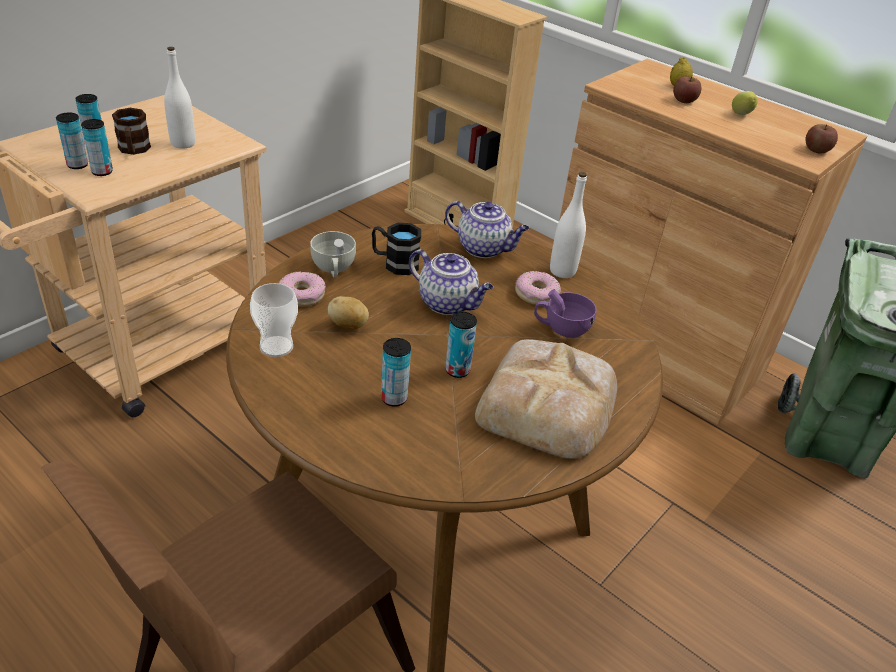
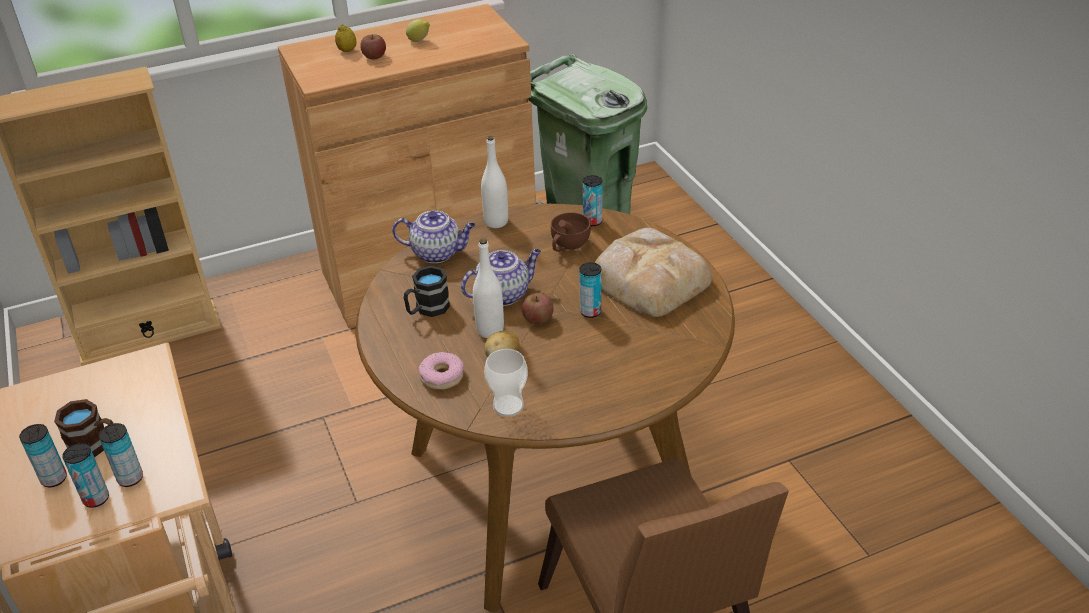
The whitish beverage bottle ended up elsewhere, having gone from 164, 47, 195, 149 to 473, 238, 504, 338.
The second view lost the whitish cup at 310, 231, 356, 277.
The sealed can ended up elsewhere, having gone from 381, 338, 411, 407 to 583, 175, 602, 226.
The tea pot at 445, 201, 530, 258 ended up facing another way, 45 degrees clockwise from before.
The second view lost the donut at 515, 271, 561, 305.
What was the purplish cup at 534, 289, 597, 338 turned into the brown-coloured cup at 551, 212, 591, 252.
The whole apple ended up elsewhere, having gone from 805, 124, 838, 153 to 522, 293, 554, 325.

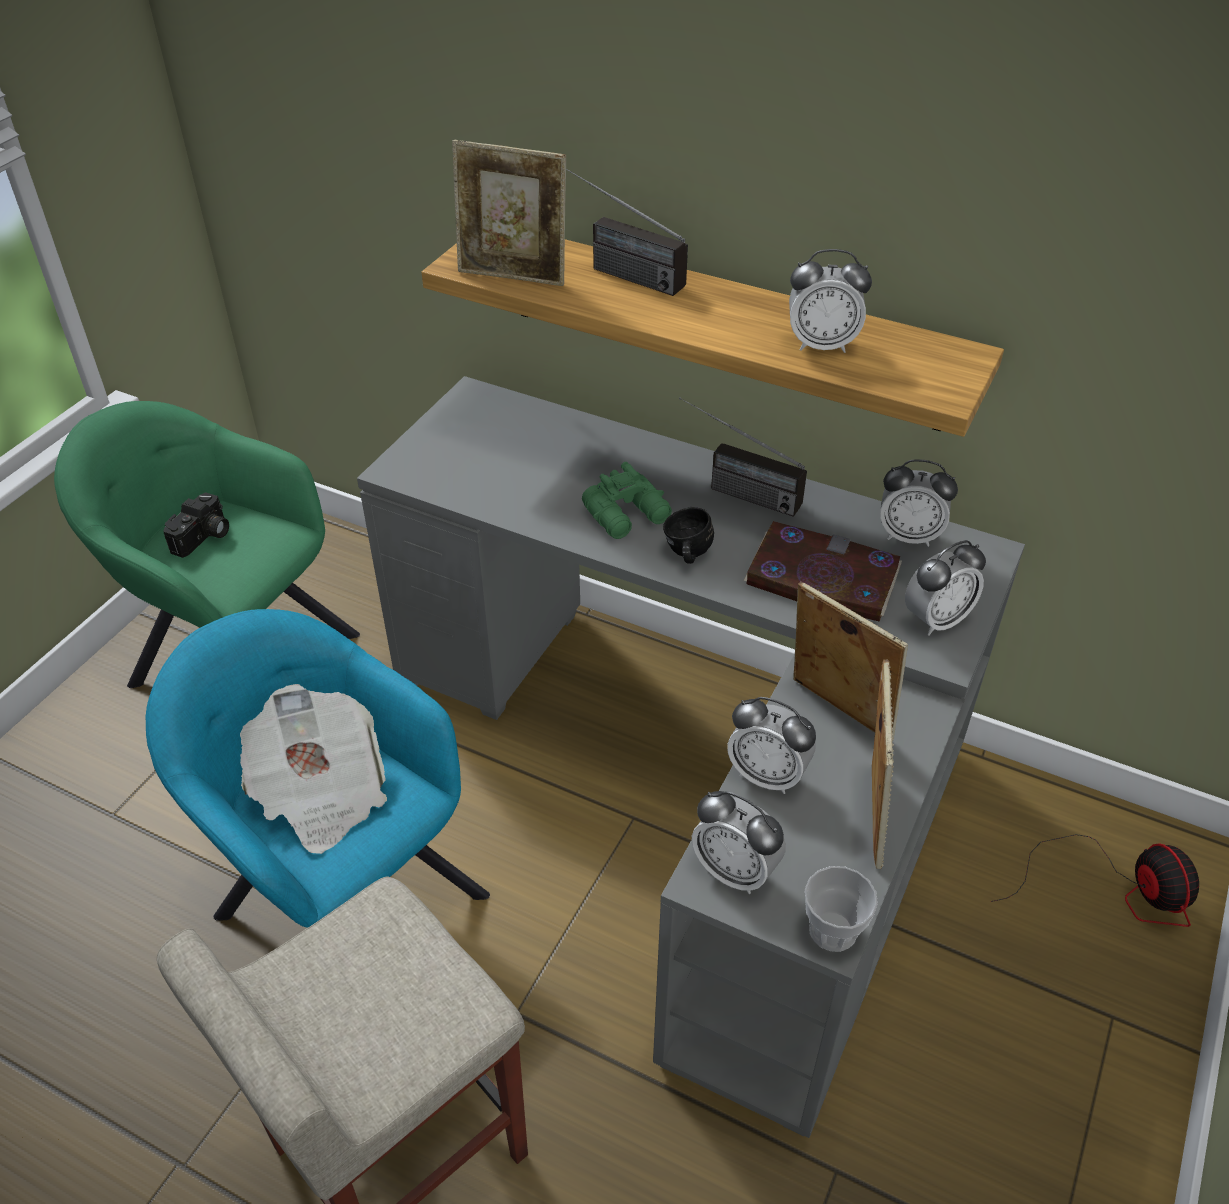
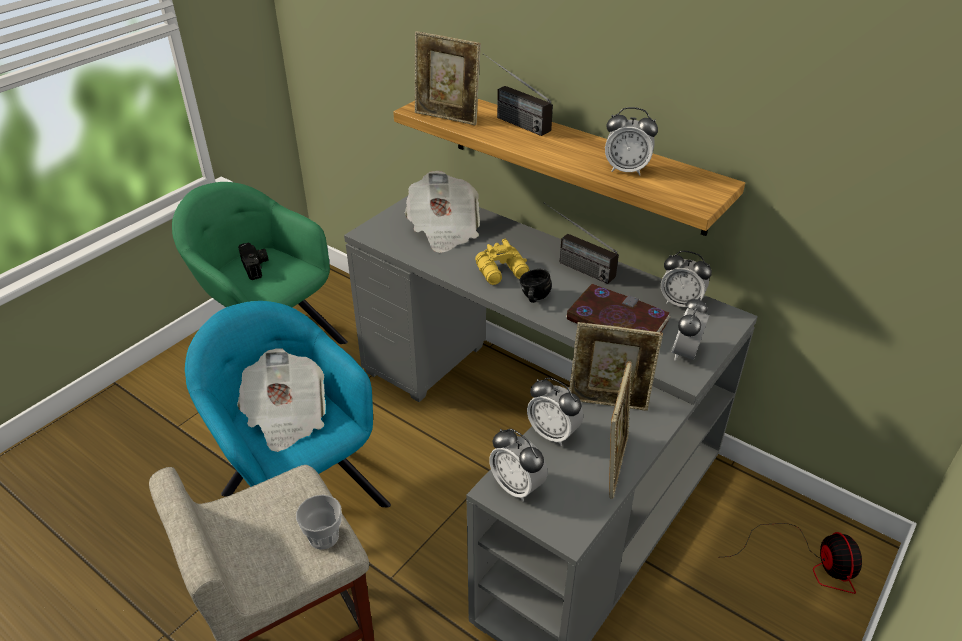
The still camera at 163, 492, 229, 558 ended up facing another way, 60 degrees counterclockwise from before.
What was the green-coloured binoculars at 582, 462, 672, 539 turned into the yellowish binoculars at 475, 239, 529, 285.
The photo frame at 793, 582, 908, 741 ended up facing another way, 135 degrees clockwise from before.
The cup ended up elsewhere, having gone from 805, 866, 878, 952 to 296, 495, 342, 550.
The table clock at 905, 540, 986, 636 ended up facing another way, 135 degrees clockwise from before.
The second view gained the newspaper at 405, 171, 480, 253.

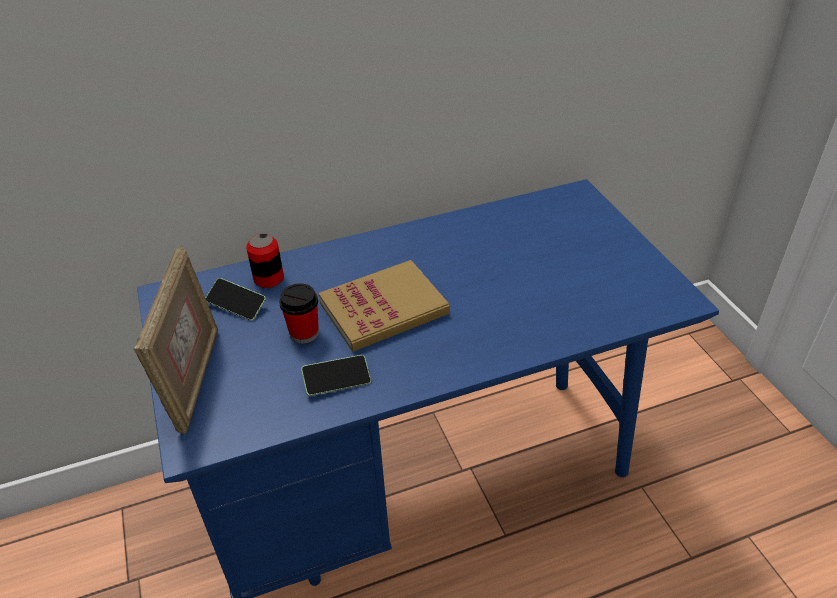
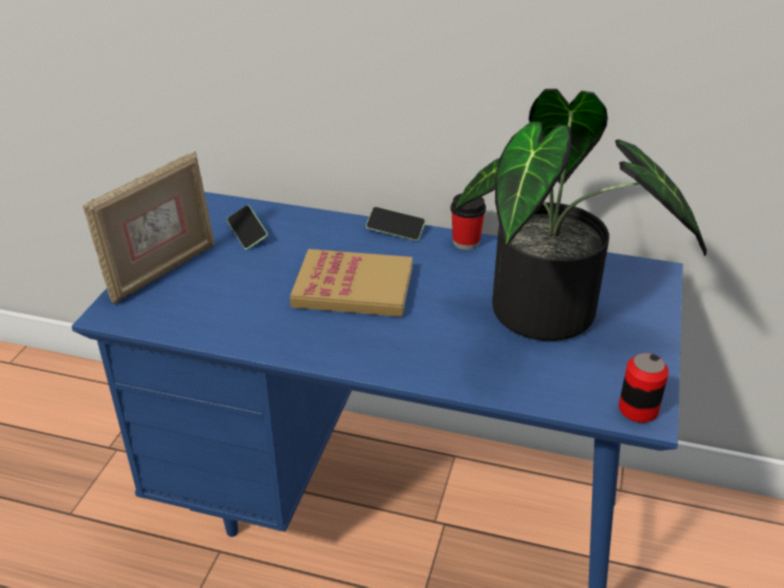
The sealed can ended up elsewhere, having gone from 246, 234, 284, 288 to 619, 353, 669, 423.
The cup ended up elsewhere, having gone from 279, 283, 319, 344 to 451, 193, 486, 250.
The telephone ended up elsewhere, having gone from 301, 355, 371, 396 to 366, 206, 426, 241.
The second view gained the potted plant at 454, 89, 707, 341.

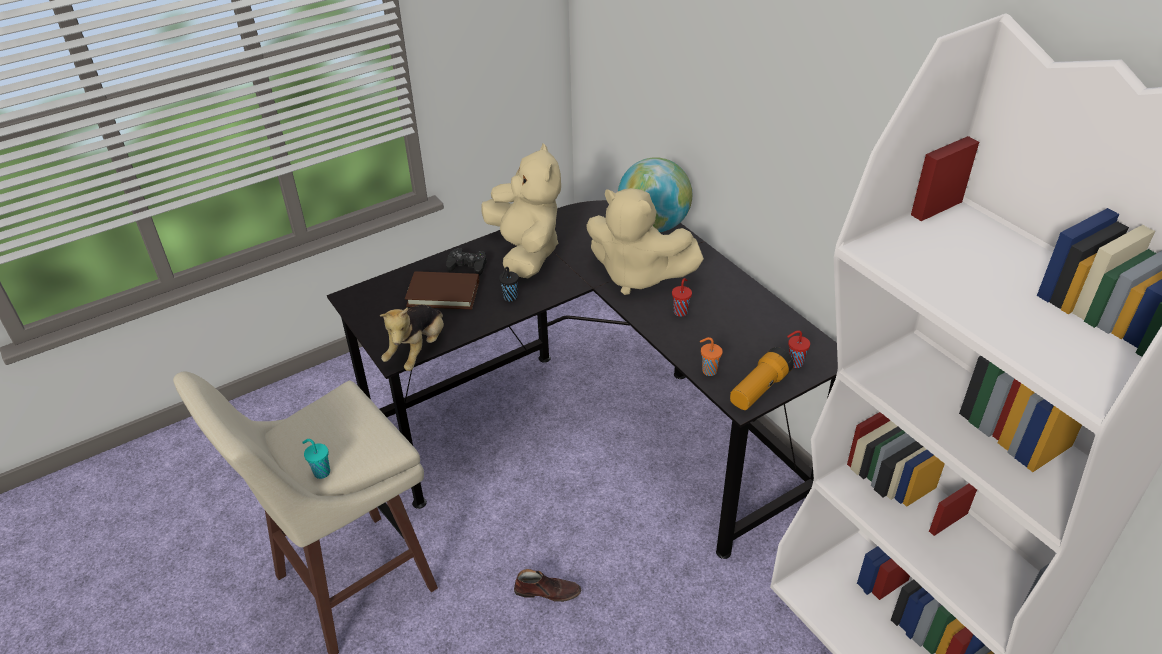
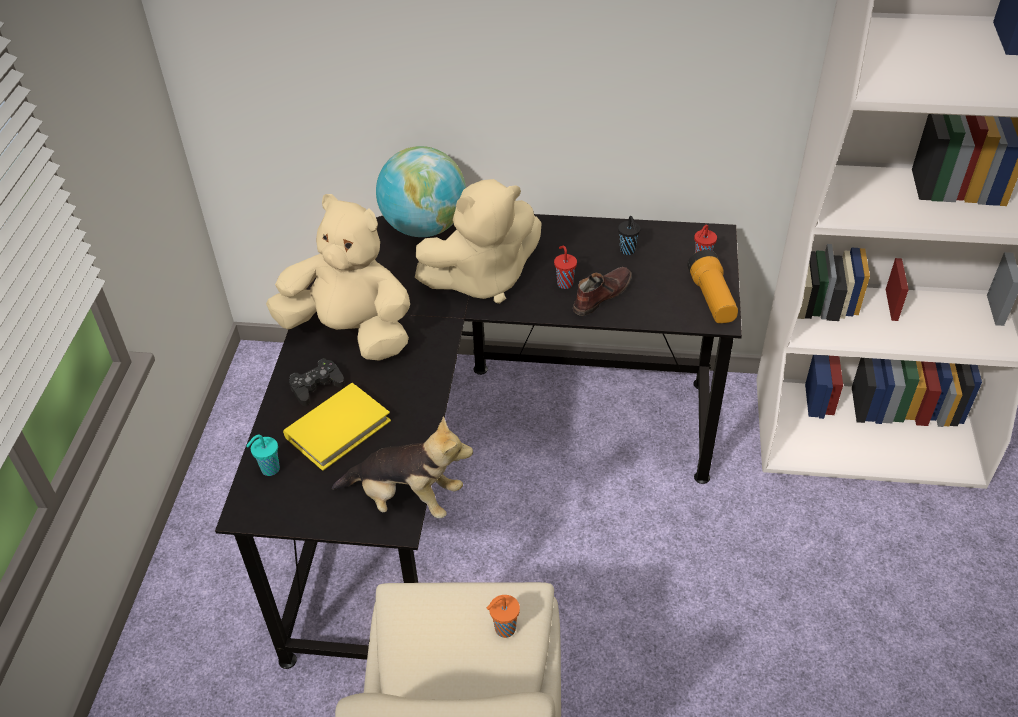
The blue-green cup ended up elsewhere, having gone from 302, 439, 330, 479 to 246, 435, 280, 476.
The cuddly toy at 380, 305, 444, 371 ended up facing another way, 45 degrees counterclockwise from before.
What was the brown-coloured bound book at 405, 271, 479, 309 turned into the yellowish bound book at 283, 383, 391, 471.
The black-coloured cup ended up elsewhere, having gone from 499, 267, 519, 301 to 618, 216, 640, 255.
The brown-coloured item of footwear ended up elsewhere, having gone from 514, 569, 581, 602 to 573, 267, 632, 316.
The orange cup ended up elsewhere, having gone from 700, 337, 723, 376 to 487, 595, 520, 638.

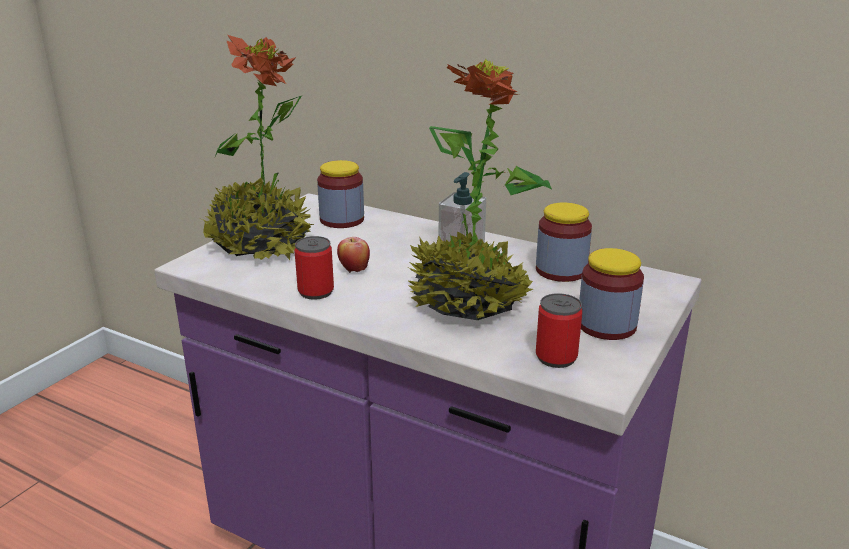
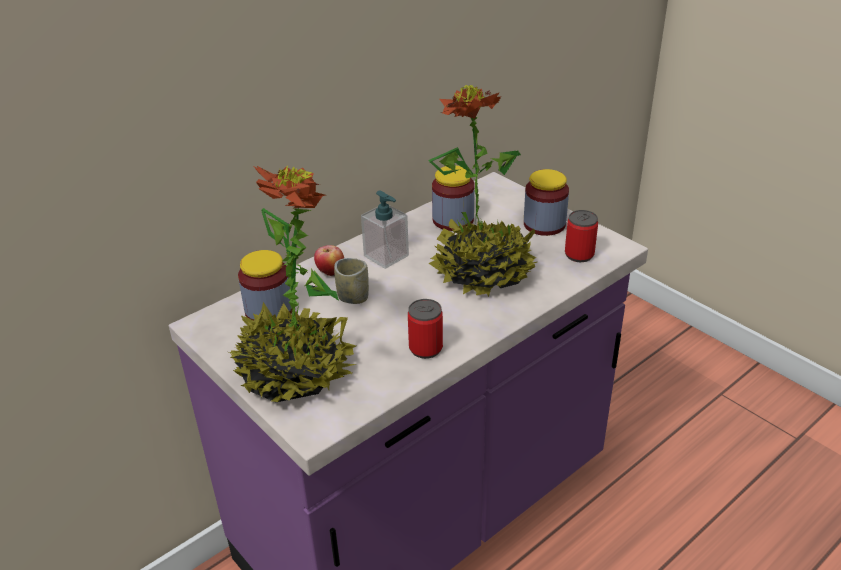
The whole apple ended up elsewhere, having gone from 337, 237, 370, 273 to 314, 245, 344, 277.
The second view gained the cup at 334, 258, 369, 304.

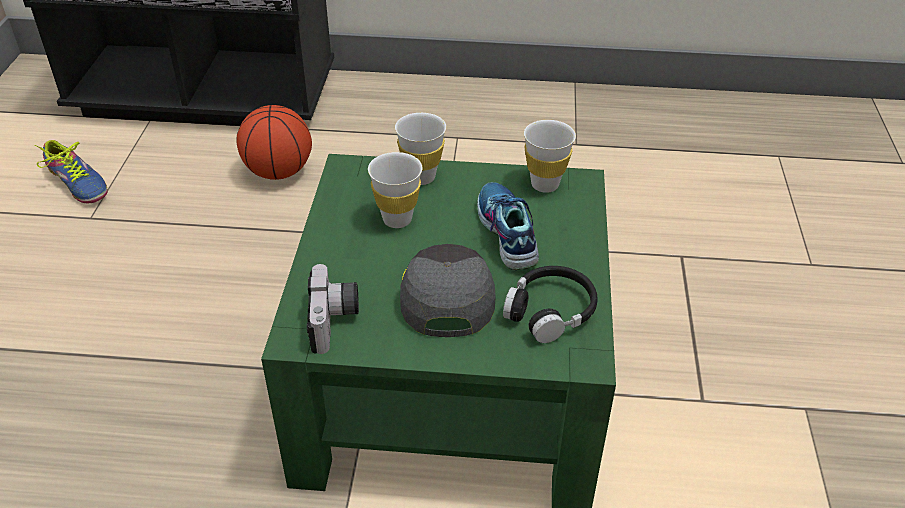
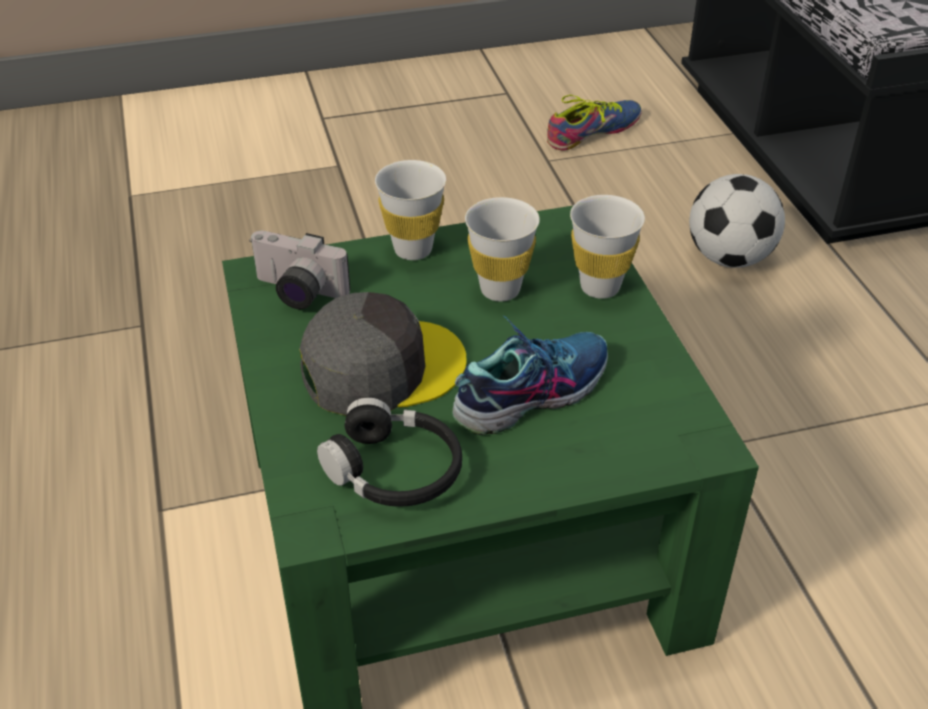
The item of footwear at 34, 140, 108, 204 ended up facing another way, 150 degrees counterclockwise from before.
Where the basketball stood at 236, 105, 312, 180, the football ball came to stand at 689, 174, 785, 268.
The still camera at 307, 264, 359, 354 ended up facing another way, 45 degrees clockwise from before.
The whitish cup ended up elsewhere, having gone from 524, 120, 576, 193 to 375, 160, 446, 260.

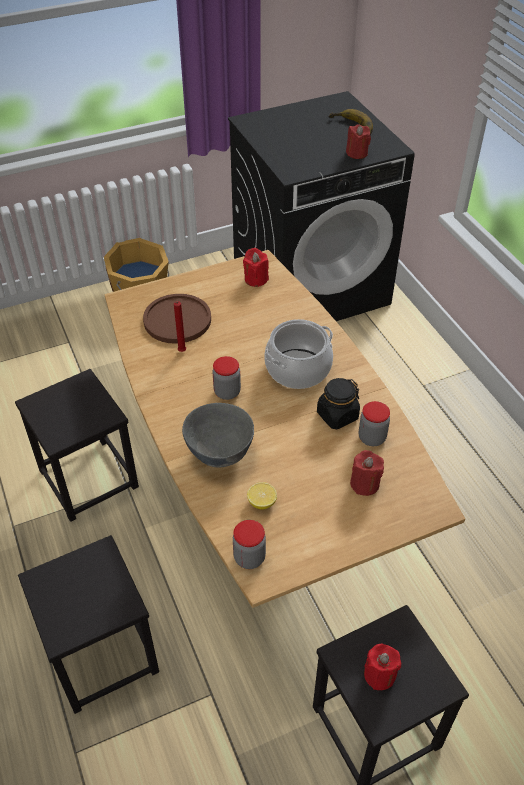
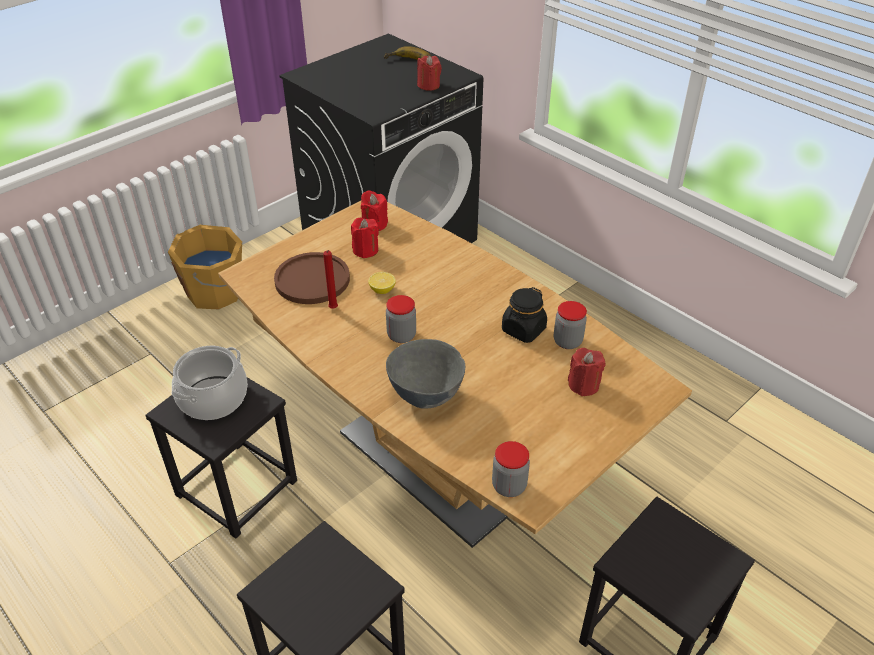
The lemon ended up elsewhere, having gone from 247, 482, 277, 510 to 368, 272, 396, 294.
The saucepot ended up elsewhere, having gone from 264, 319, 333, 389 to 171, 346, 248, 420.
The reddish candle ended up elsewhere, having gone from 364, 644, 401, 690 to 351, 218, 379, 258.

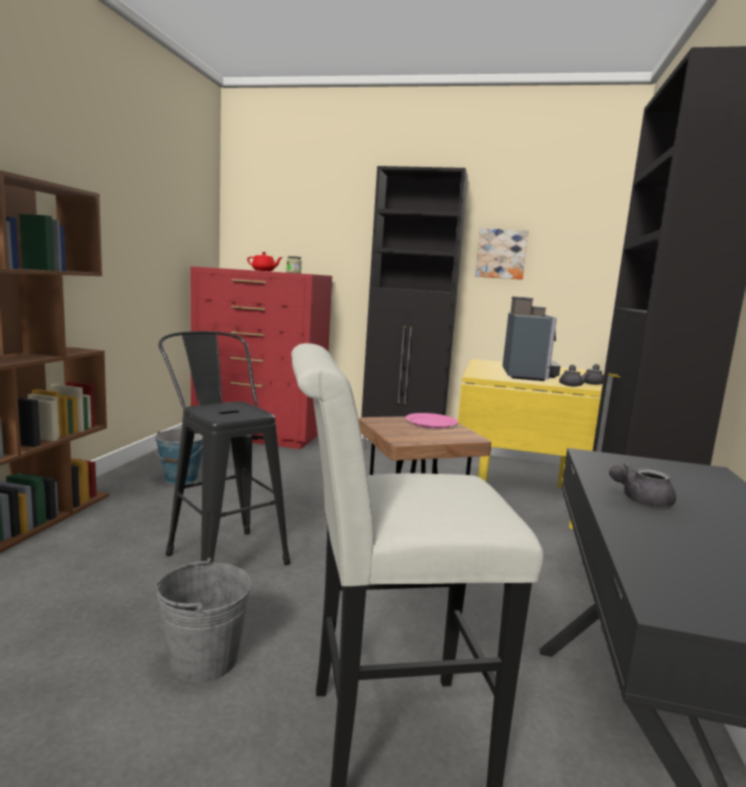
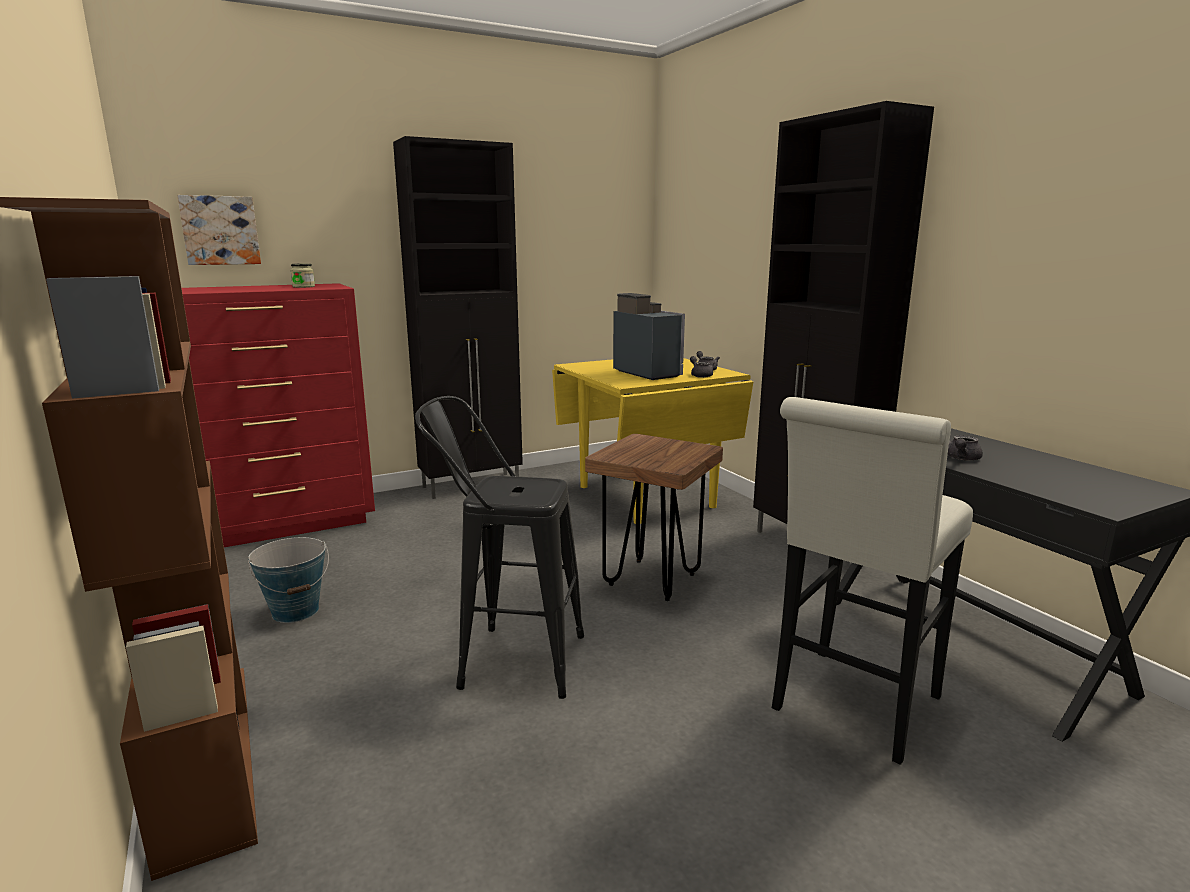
The second view lost the gray pail at 155, 558, 252, 683.
The second view lost the reddish tea pot at 247, 252, 283, 271.
The second view lost the pink-coloured flat dish at 405, 413, 458, 429.
The wall art ended up elsewhere, having gone from 475, 228, 528, 280 to 177, 195, 261, 265.

